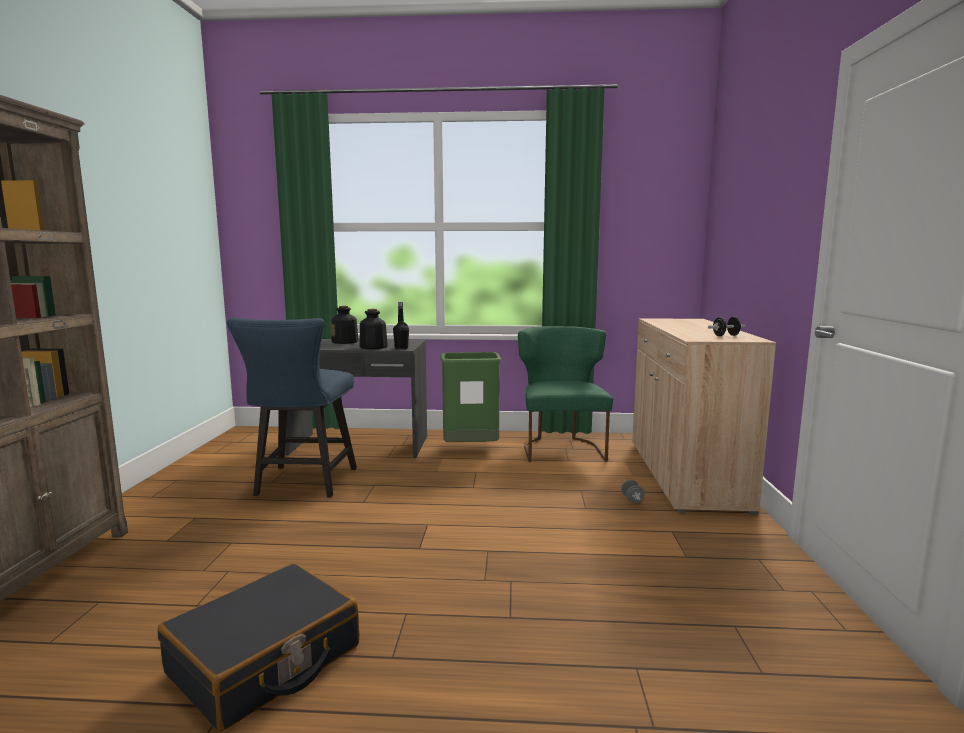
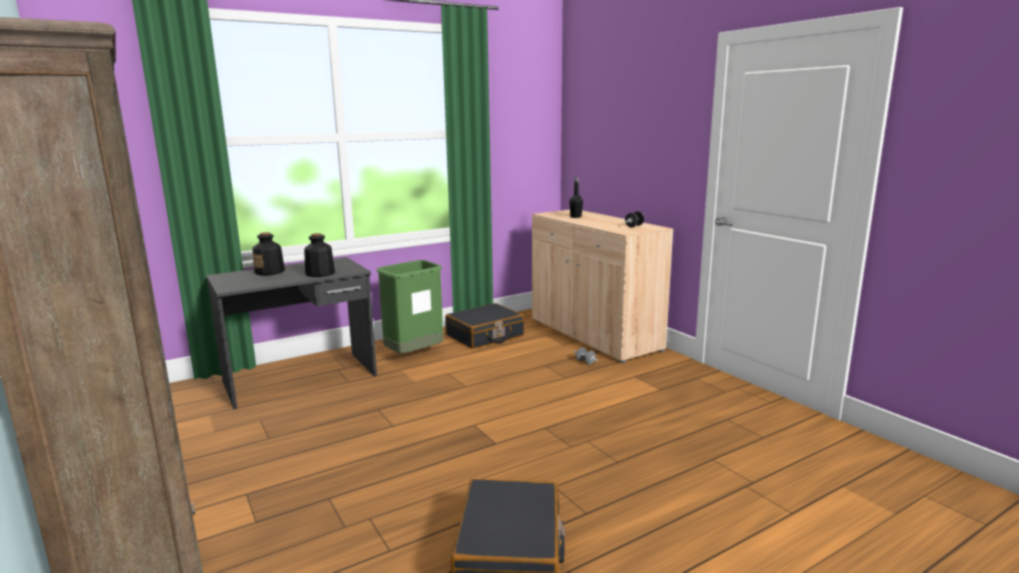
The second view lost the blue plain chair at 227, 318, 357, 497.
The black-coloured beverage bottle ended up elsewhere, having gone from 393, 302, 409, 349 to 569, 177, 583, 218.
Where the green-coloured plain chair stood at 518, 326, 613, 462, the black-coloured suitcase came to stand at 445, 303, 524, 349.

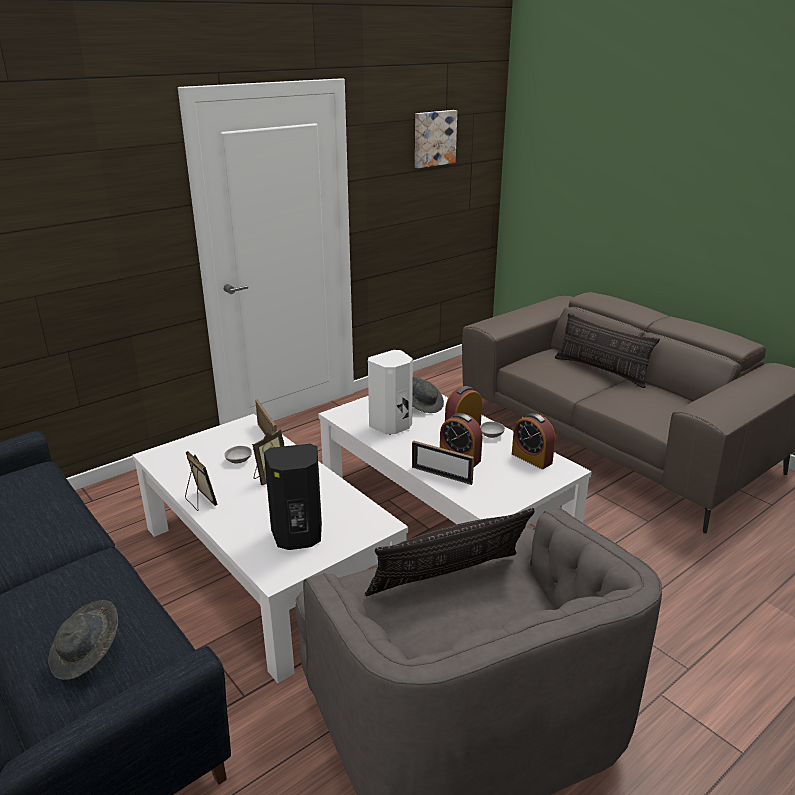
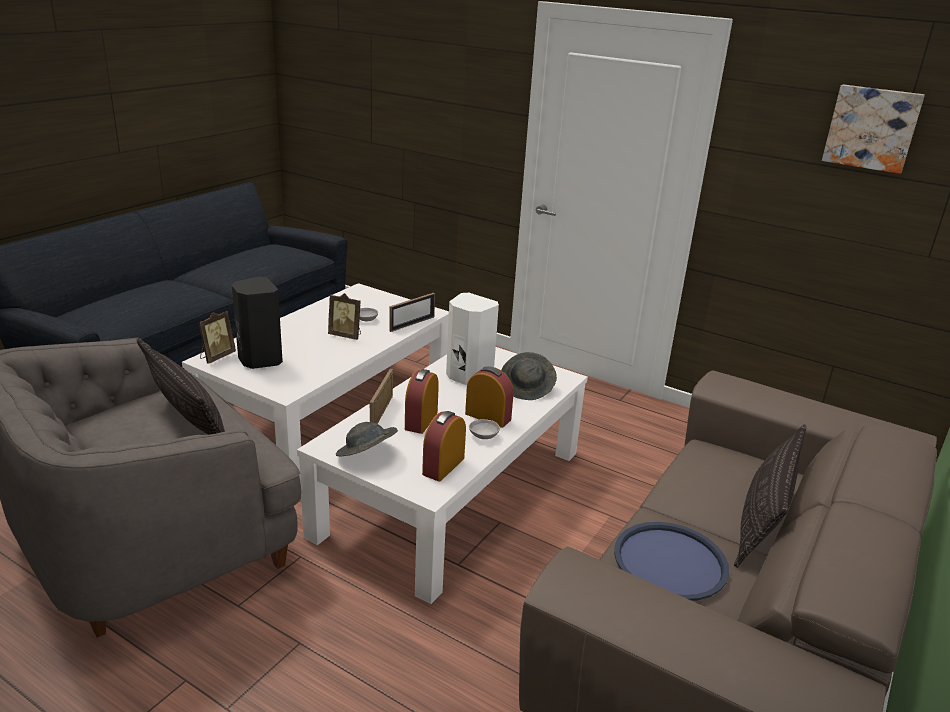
The gray clothing hat ended up elsewhere, having gone from 48, 600, 118, 680 to 336, 422, 398, 456.
The photo frame ended up elsewhere, having gone from 185, 451, 218, 511 to 198, 311, 236, 364.
The second view gained the blue serving tray at 614, 522, 729, 601.

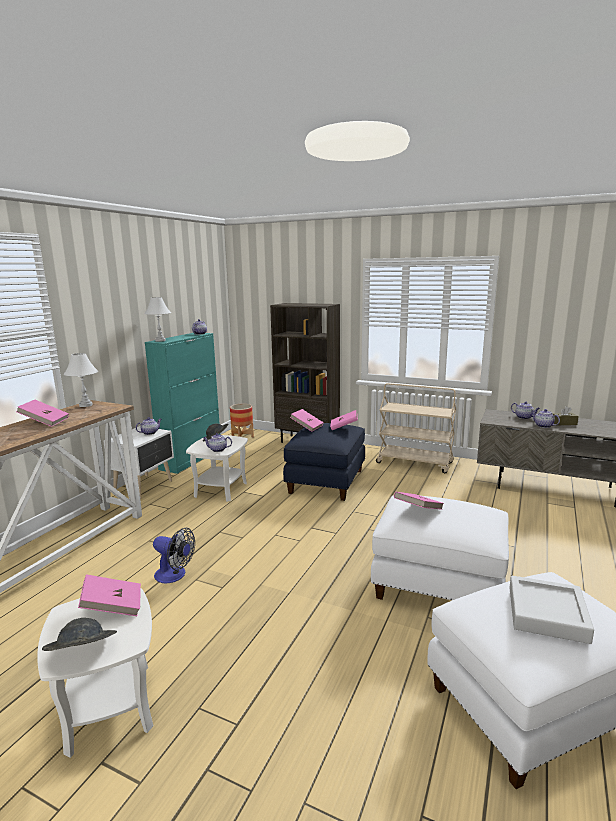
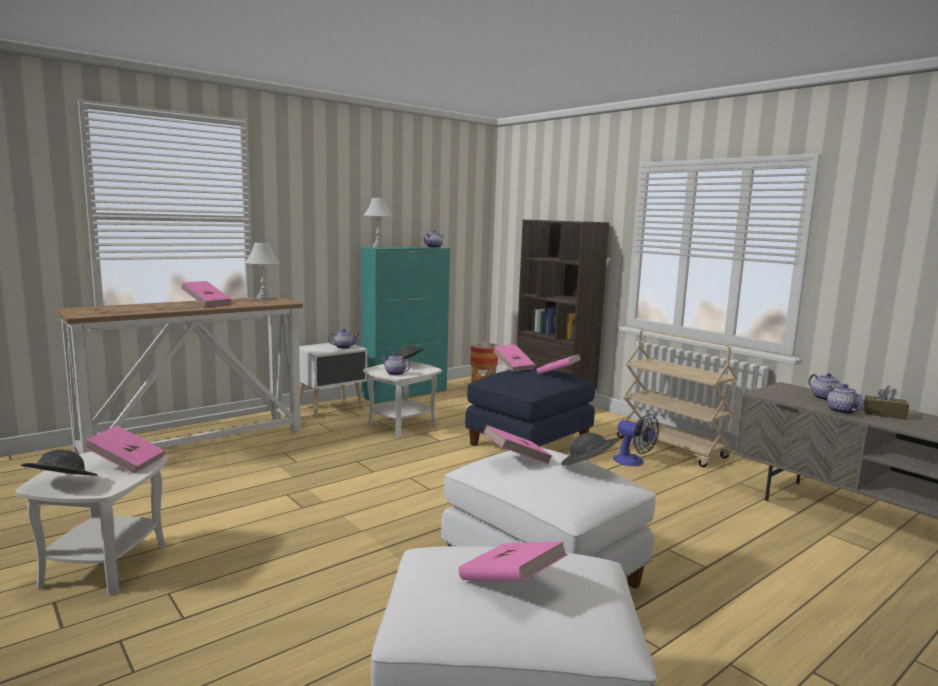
The electric fan ended up elsewhere, having gone from 153, 528, 195, 583 to 613, 414, 659, 466.
Where the gray serving tray stood at 509, 576, 594, 644, the pink-coloured bound book came to stand at 459, 541, 568, 581.
The second view gained the gray clothing hat at 561, 433, 620, 466.

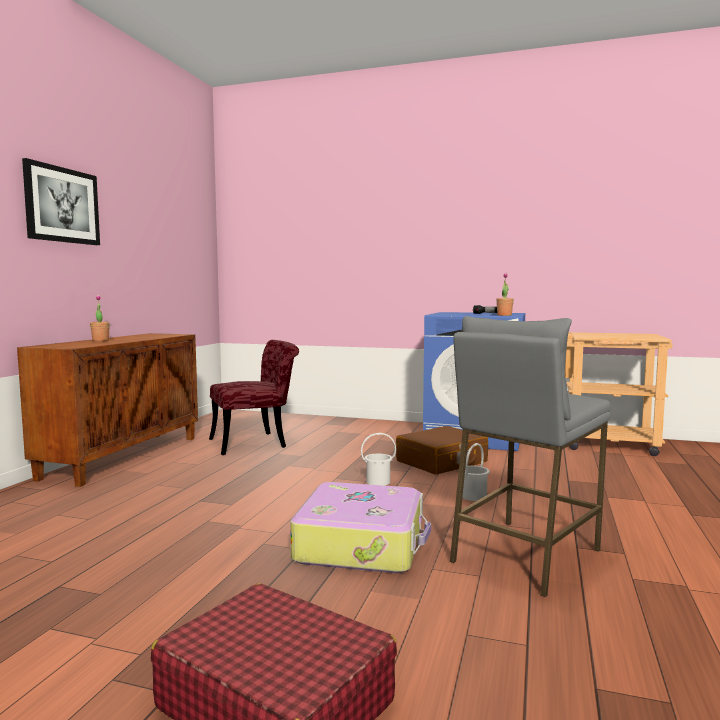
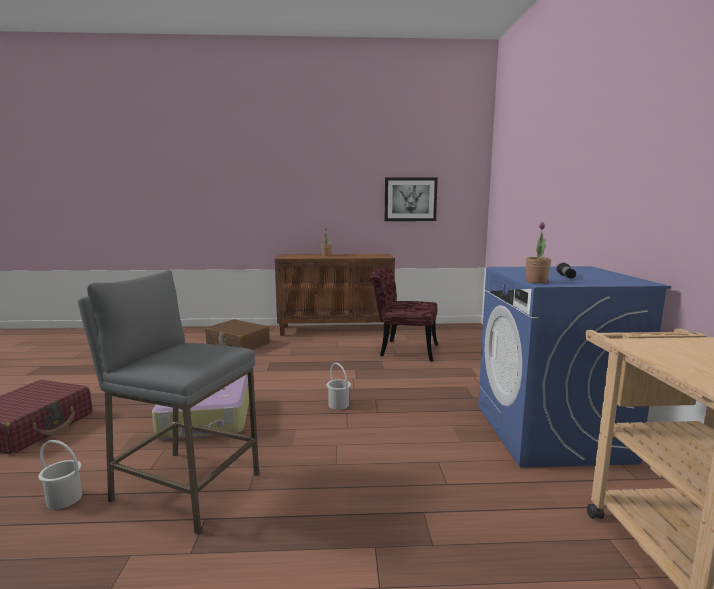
The wall art ended up elsewhere, having gone from 22, 158, 100, 245 to 385, 177, 438, 221.
The reddish plain chair at 209, 340, 299, 455 ended up facing another way, 150 degrees clockwise from before.
The brown-coloured suitcase ended up elsewhere, having gone from 396, 426, 488, 475 to 205, 319, 270, 350.
The whitish pail ended up elsewhere, having gone from 462, 443, 490, 501 to 38, 440, 82, 509.

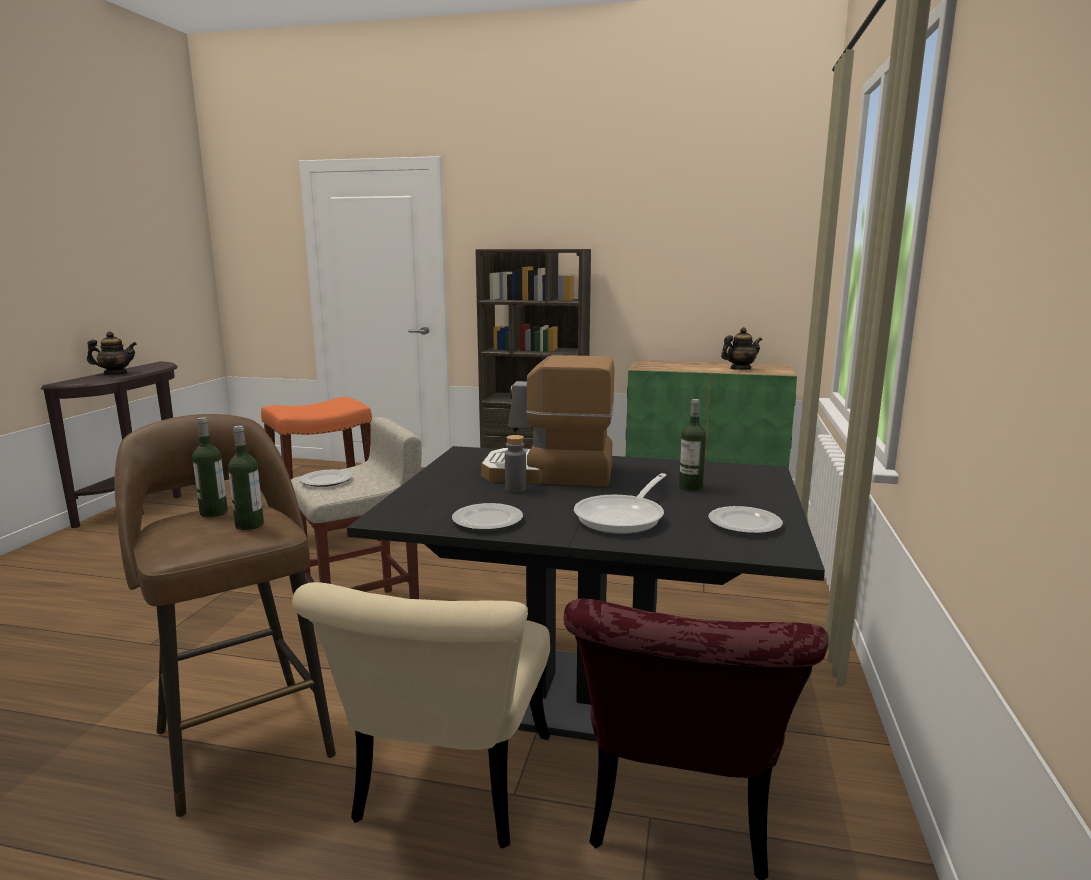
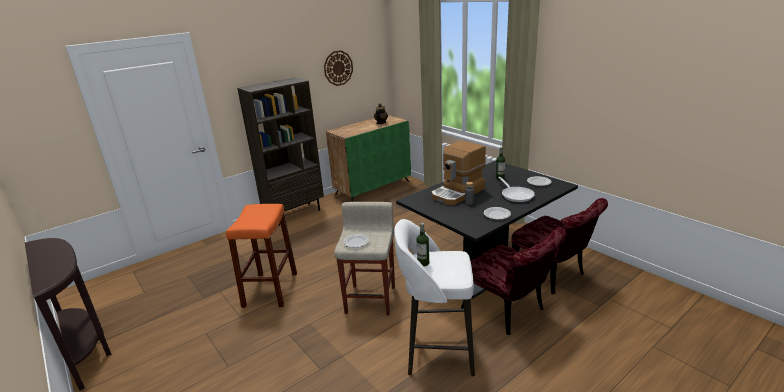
The second view lost the tea pot at 87, 332, 137, 375.
What was the brown-coloured stool at 114, 414, 336, 817 turned into the whitish stool at 394, 219, 475, 376.
The second view lost the beverage bottle at 228, 425, 264, 530.
What was the beige plain chair at 292, 582, 550, 849 turned into the reddish plain chair at 461, 227, 567, 335.
The second view gained the hanging clock at 324, 50, 353, 86.

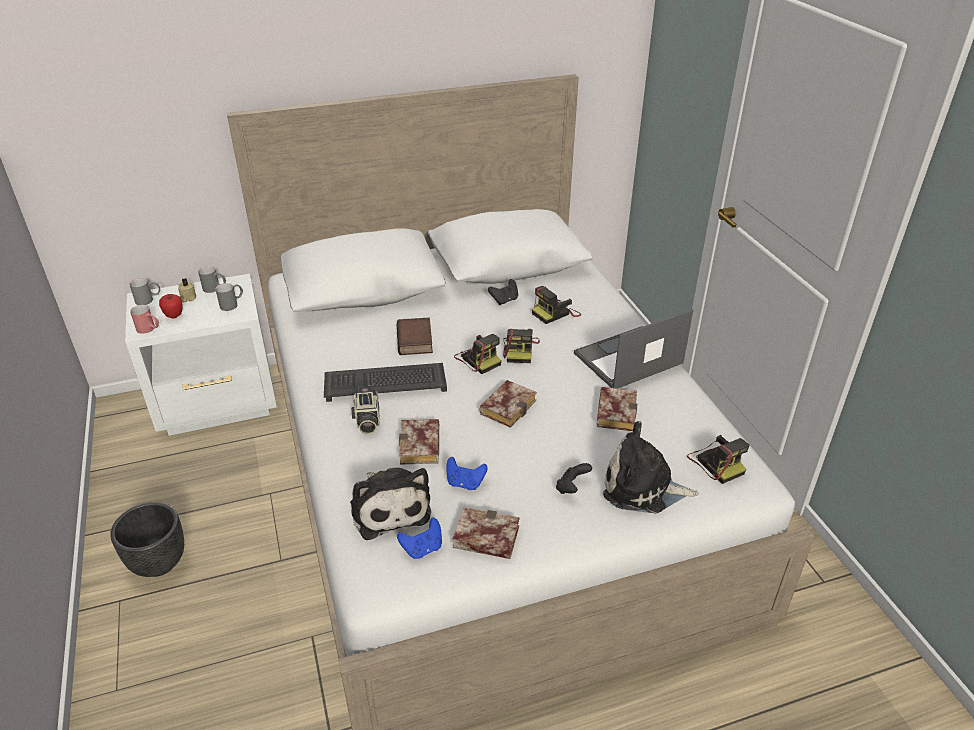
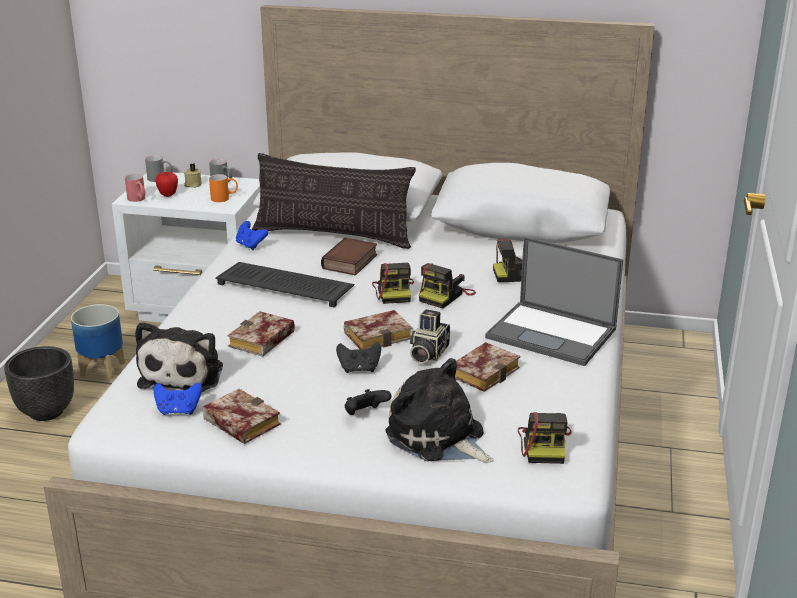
What was the gray mug at 215, 283, 243, 311 turned into the orange mug at 209, 174, 238, 202.
The still camera ended up elsewhere, having gone from 351, 386, 380, 434 to 410, 309, 450, 364.
The blue joypad ended up elsewhere, having gone from 446, 457, 488, 490 to 236, 221, 268, 250.
The black-coloured joypad ended up elsewhere, having gone from 488, 279, 518, 305 to 336, 342, 381, 373.
The portable computer at 574, 309, 693, 389 ended up facing another way, 150 degrees counterclockwise from before.
The second view gained the flower pot at 71, 304, 125, 380.
The second view gained the pillow at 252, 153, 416, 249.

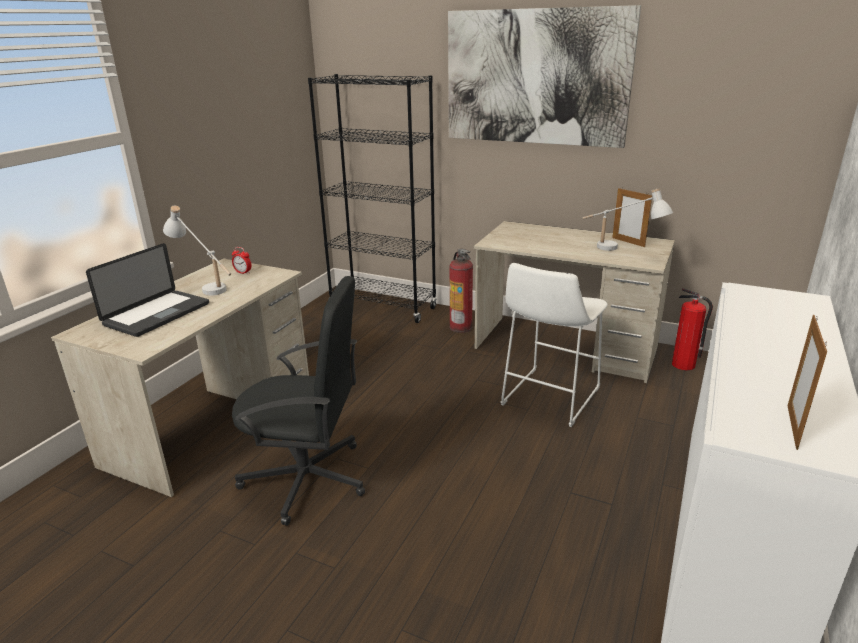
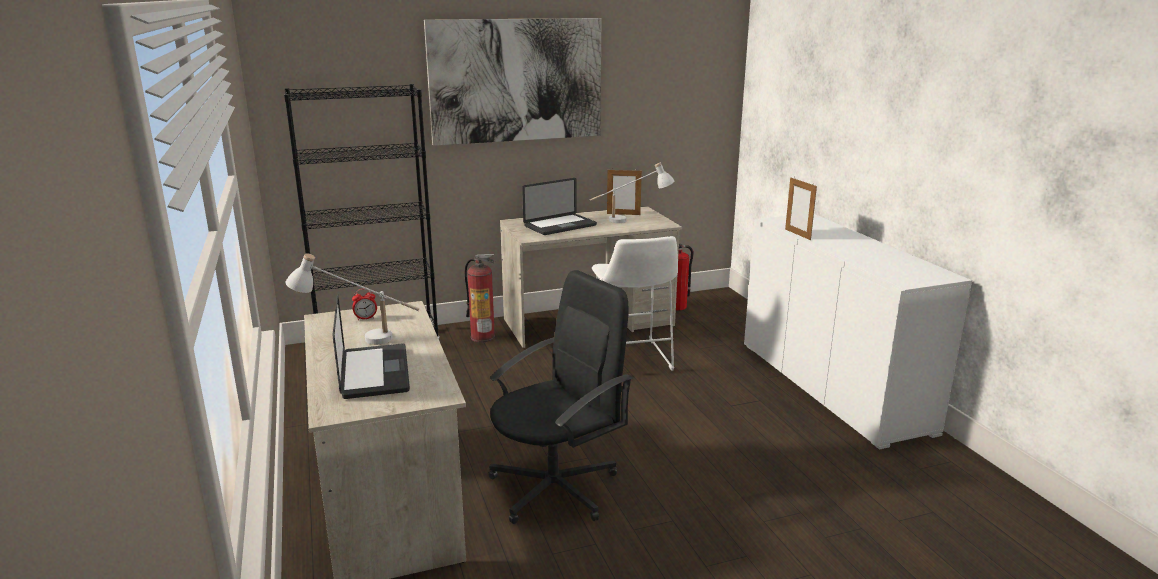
The photo frame ended up elsewhere, having gone from 788, 315, 827, 450 to 785, 177, 817, 240.
The second view gained the portable computer at 522, 178, 597, 235.

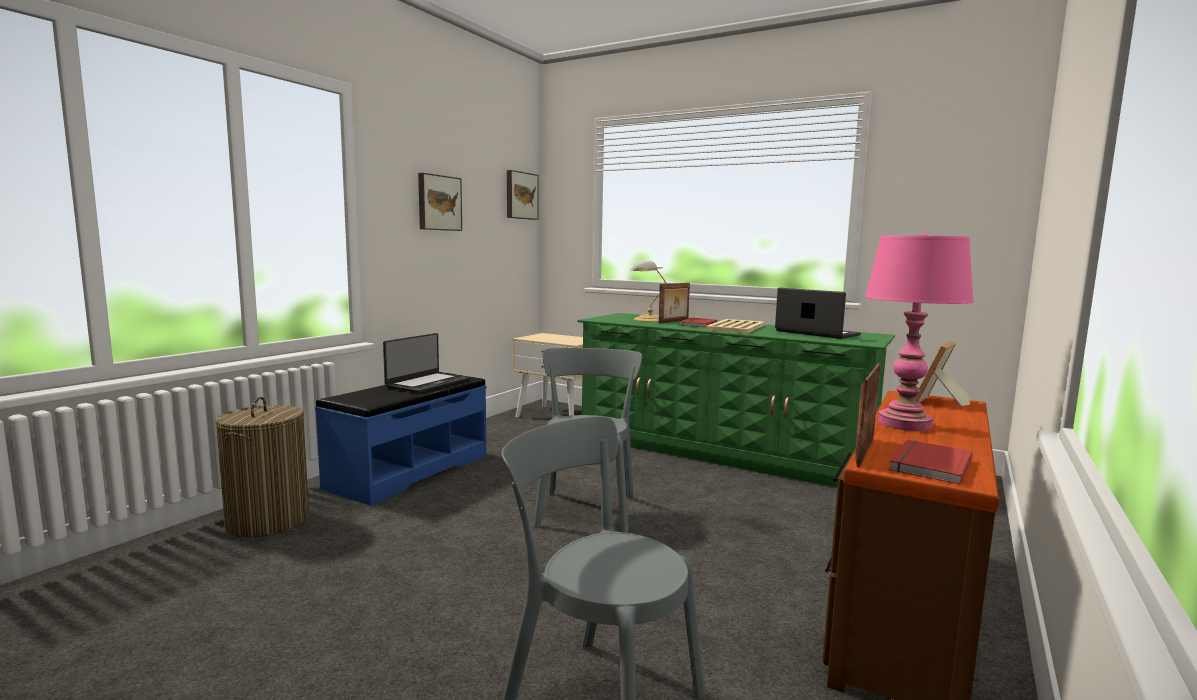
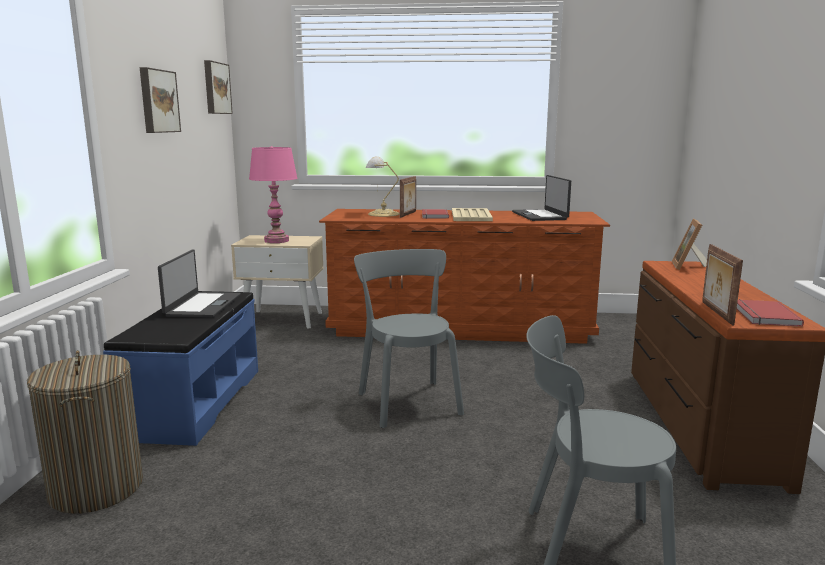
What was the green-coloured dresser at 577, 313, 895, 487 turned into the brown-coloured dresser at 319, 209, 610, 344.
The portable computer at 775, 288, 861, 339 ended up facing another way, 120 degrees counterclockwise from before.
The pink-coloured lamp for a table ended up elsewhere, having gone from 865, 233, 974, 431 to 249, 146, 298, 243.

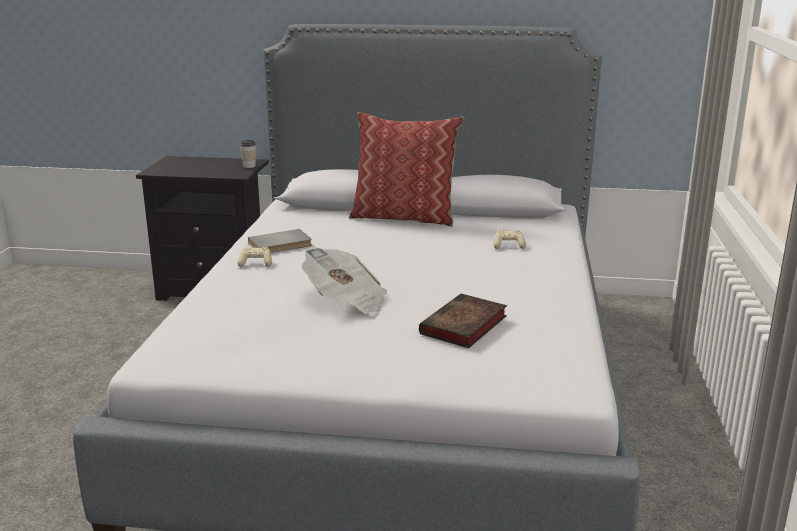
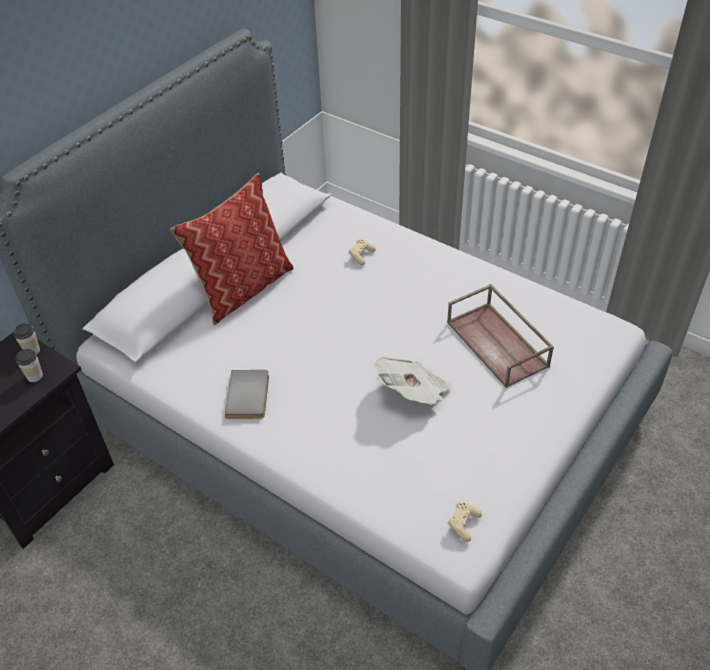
The beige joypad ended up elsewhere, having gone from 237, 247, 272, 267 to 448, 502, 482, 542.
Where the bound book stood at 419, 294, 507, 348, the brown-coloured serving tray came to stand at 447, 284, 554, 388.
The second view gained the cup at 15, 349, 43, 382.

